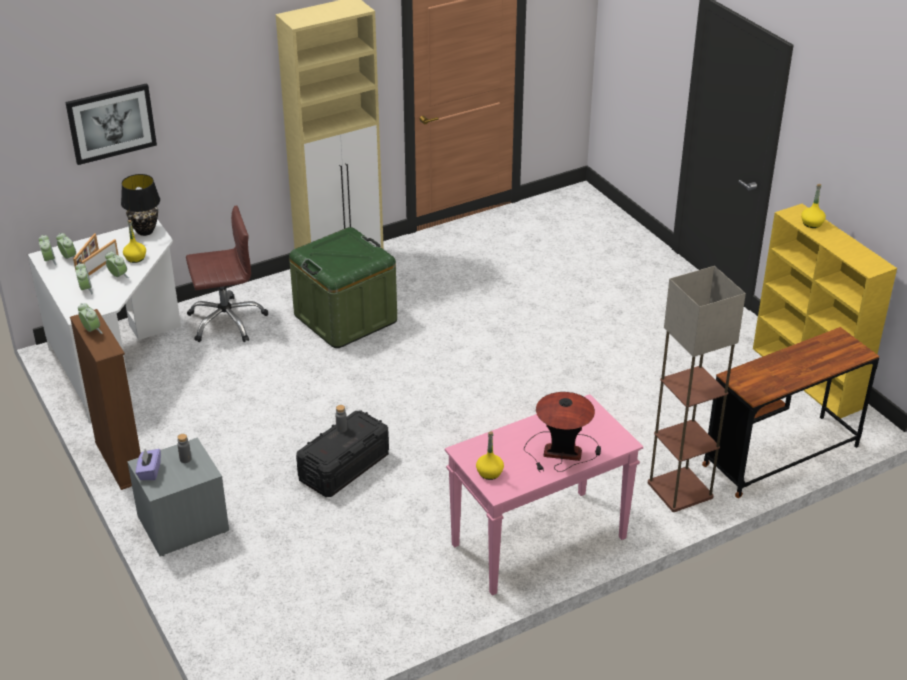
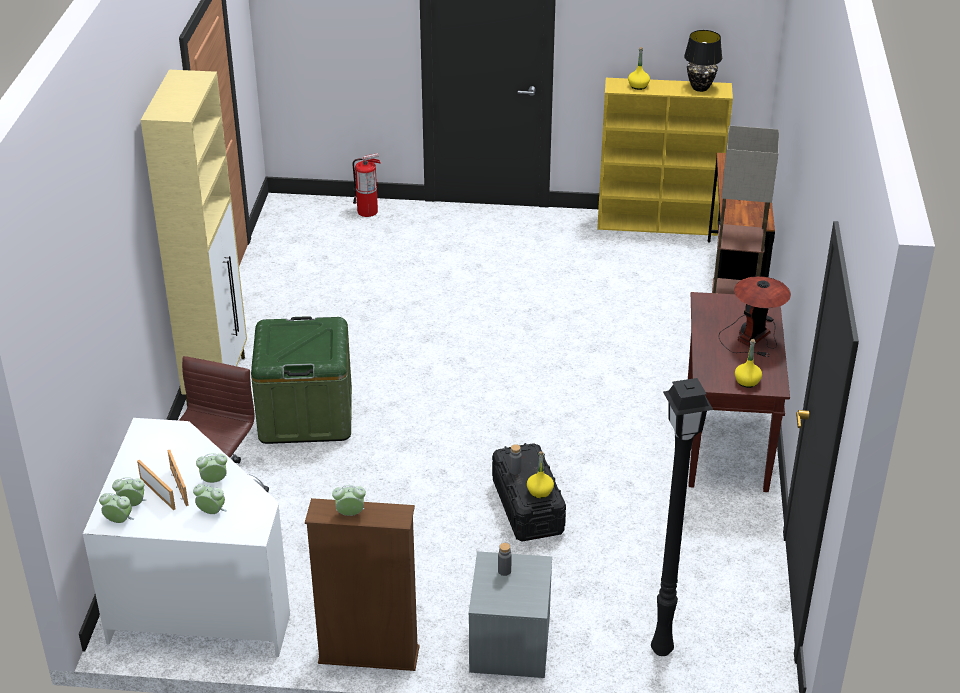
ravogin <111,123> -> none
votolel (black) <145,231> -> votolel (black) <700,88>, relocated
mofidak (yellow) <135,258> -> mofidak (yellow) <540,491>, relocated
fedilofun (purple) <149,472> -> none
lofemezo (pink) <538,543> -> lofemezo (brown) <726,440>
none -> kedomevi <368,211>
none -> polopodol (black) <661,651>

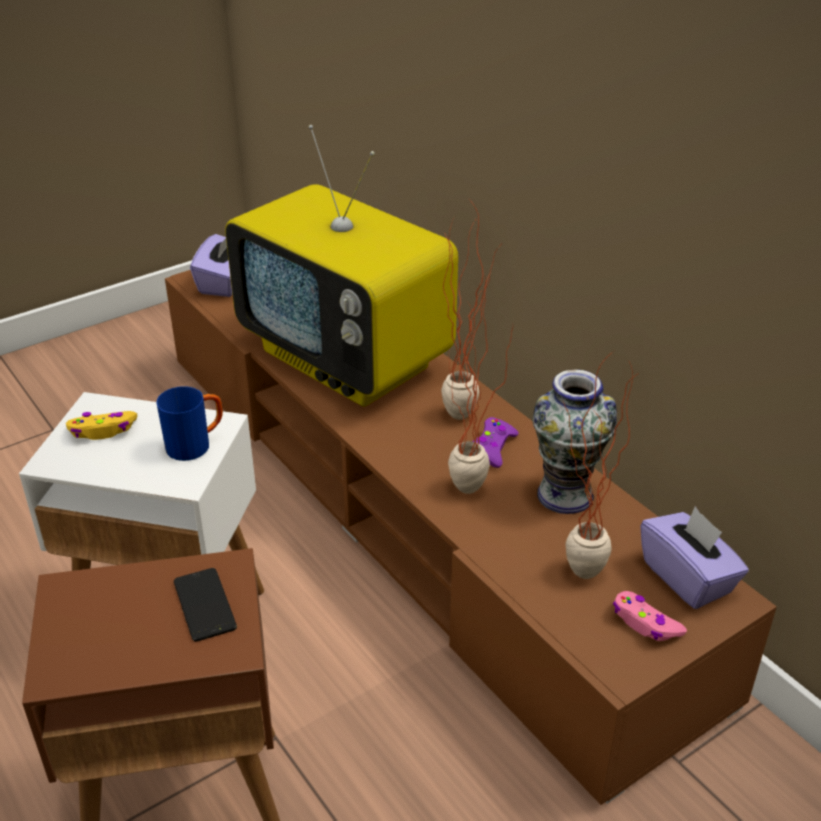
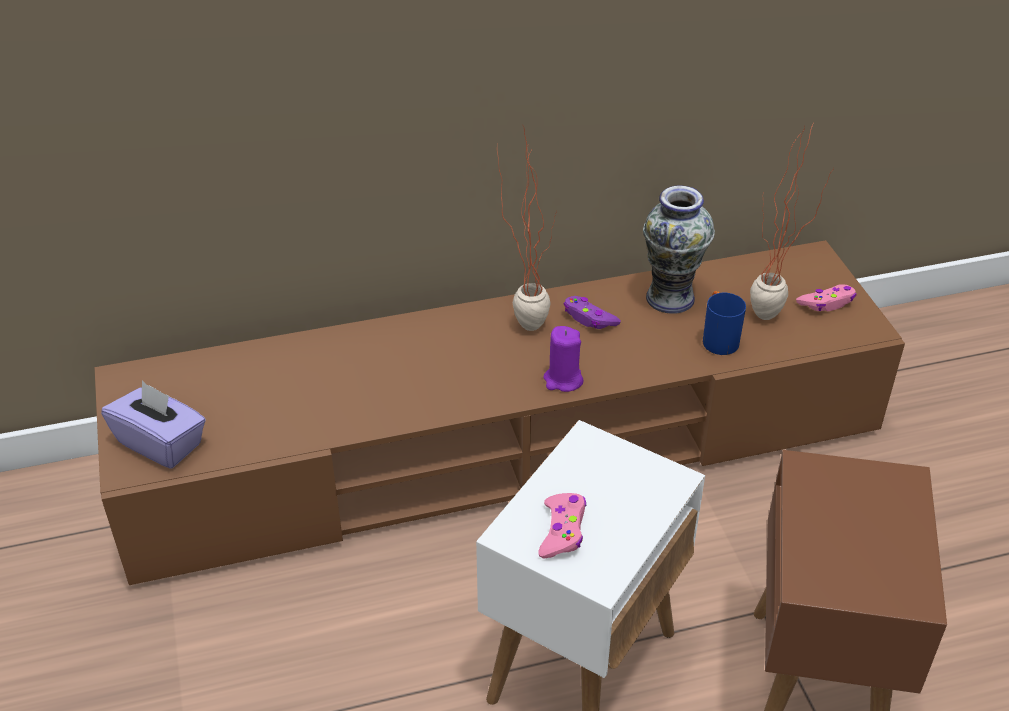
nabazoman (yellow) <103,431> -> nabazoman (pink) <562,531>
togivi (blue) <196,445> -> togivi (blue) <718,338>, relocated
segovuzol <204,605> -> none
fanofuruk <348,360> -> none
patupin <472,496> -> none
fedilofun (purple) <687,577> -> none
none -> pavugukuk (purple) <563,380>

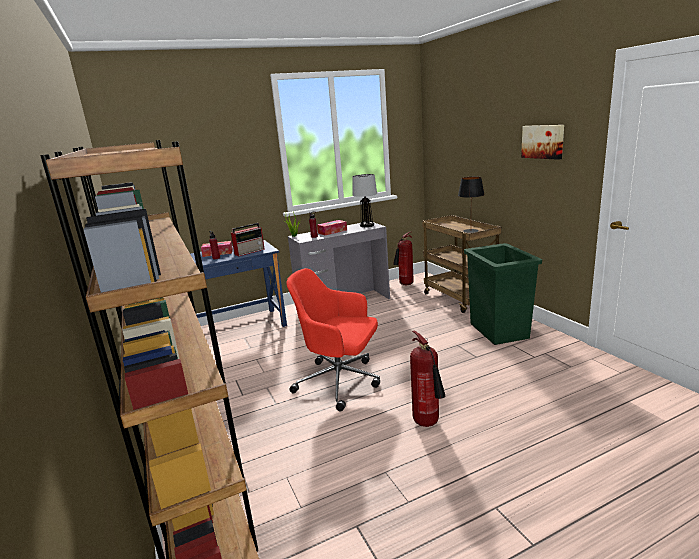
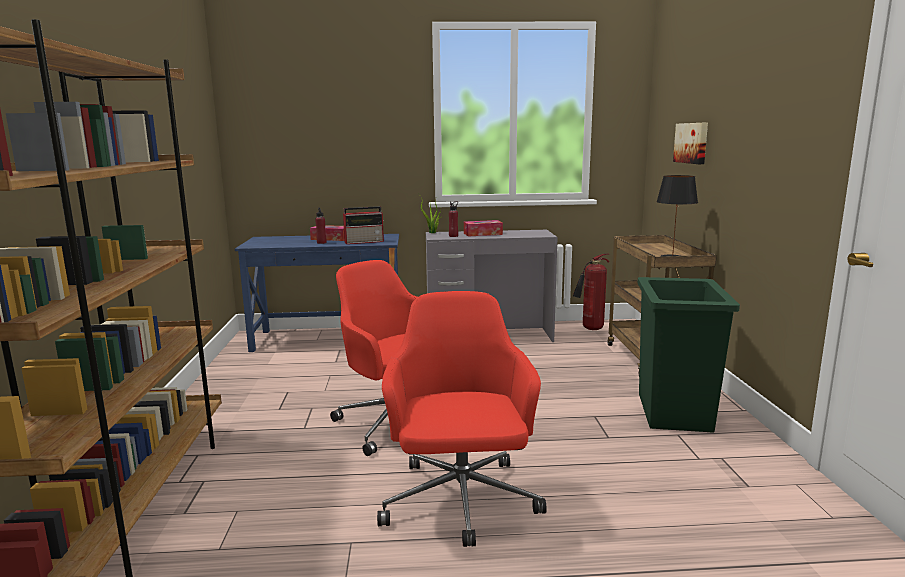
votolel <366,225> -> none
kedomevi <428,424> -> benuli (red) <460,502>
ravogin <543,141> -> ravogin <692,143>, relocated

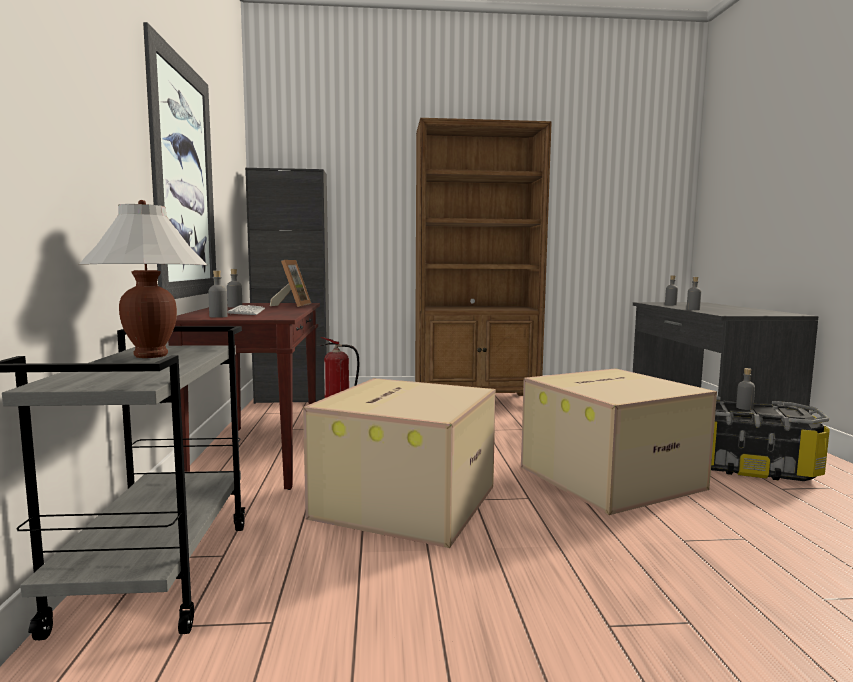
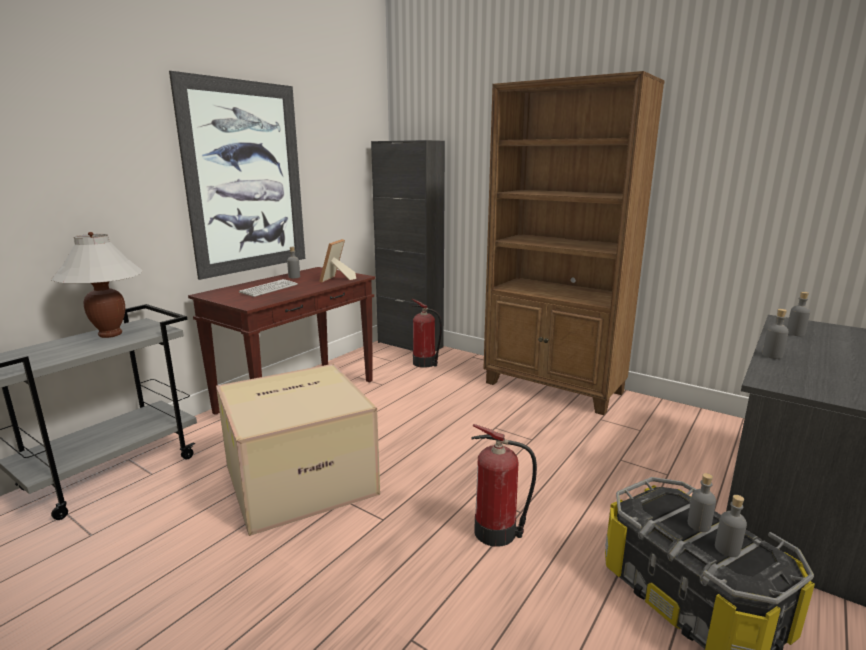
mofidak (grey) <218,316> -> mofidak (grey) <727,549>, relocated
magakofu <292,305> -> magakofu <337,279>, 150 degrees clockwise
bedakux <610,477> -> kedomevi <497,532>

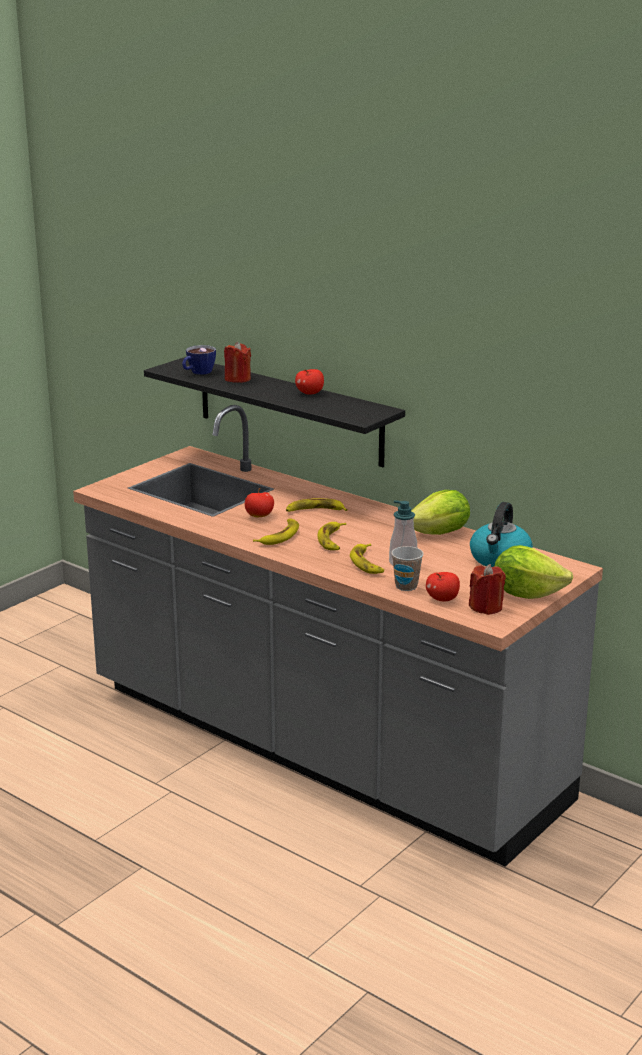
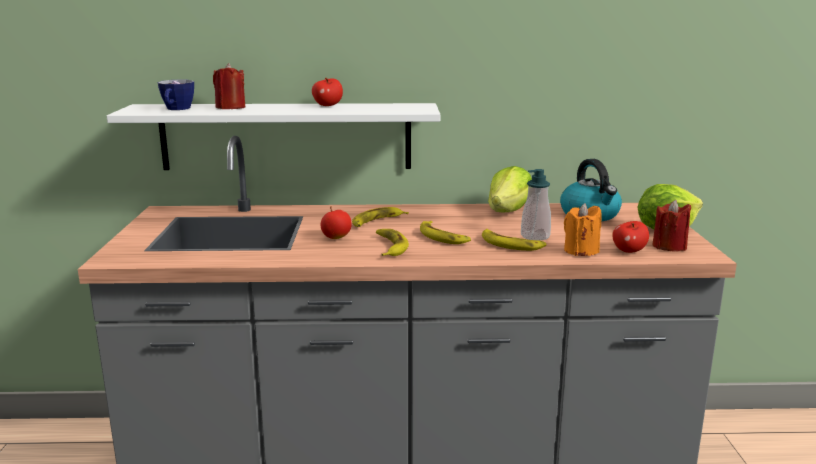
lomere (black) <289,411> -> lomere (white) <286,136>
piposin <406,586> -> pavugukuk (orange) <581,251>

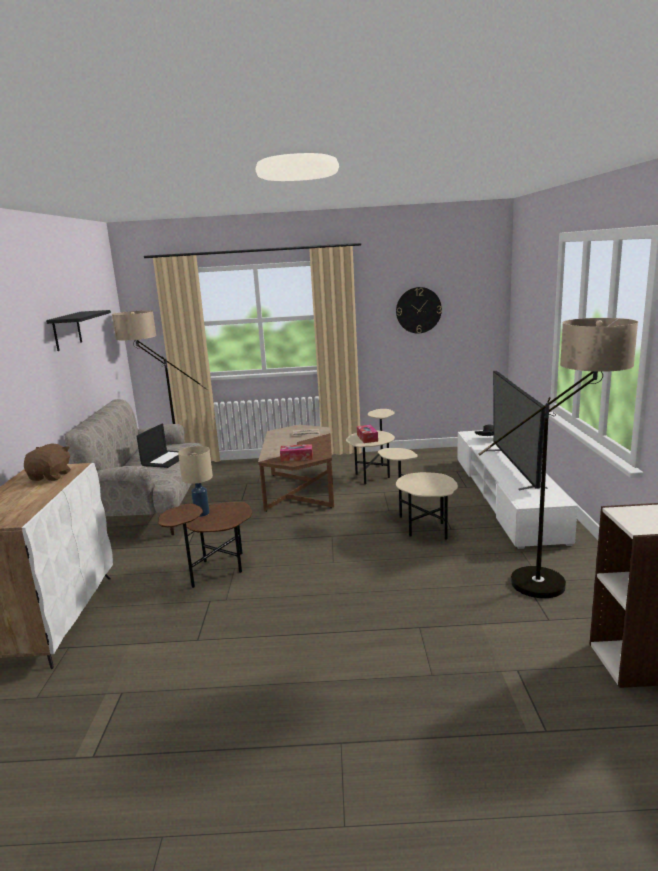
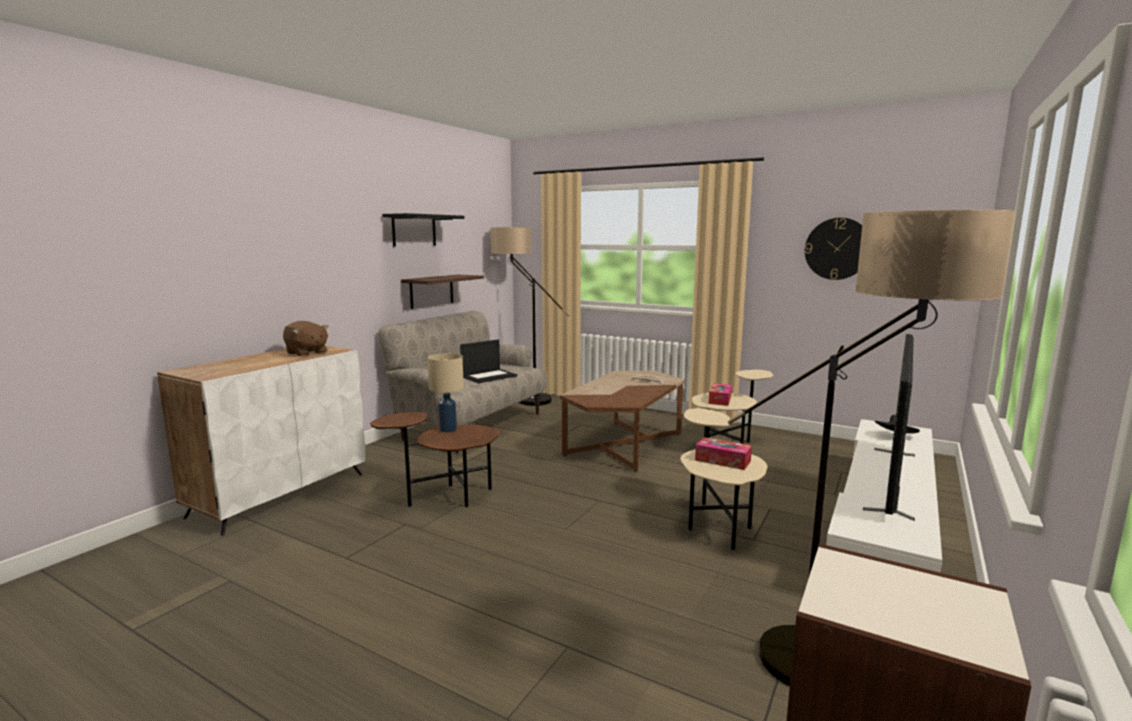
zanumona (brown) <51,476> -> zanumona (brown) <306,353>, 90 degrees clockwise
fedilofun <296,457> -> fedilofun <722,460>, relocated
none -> lomere <431,291>

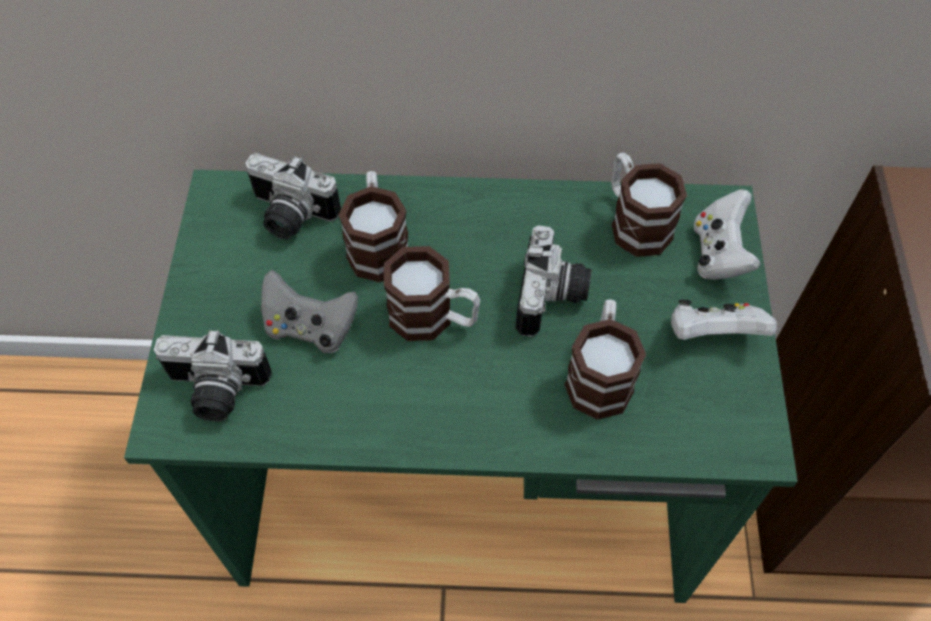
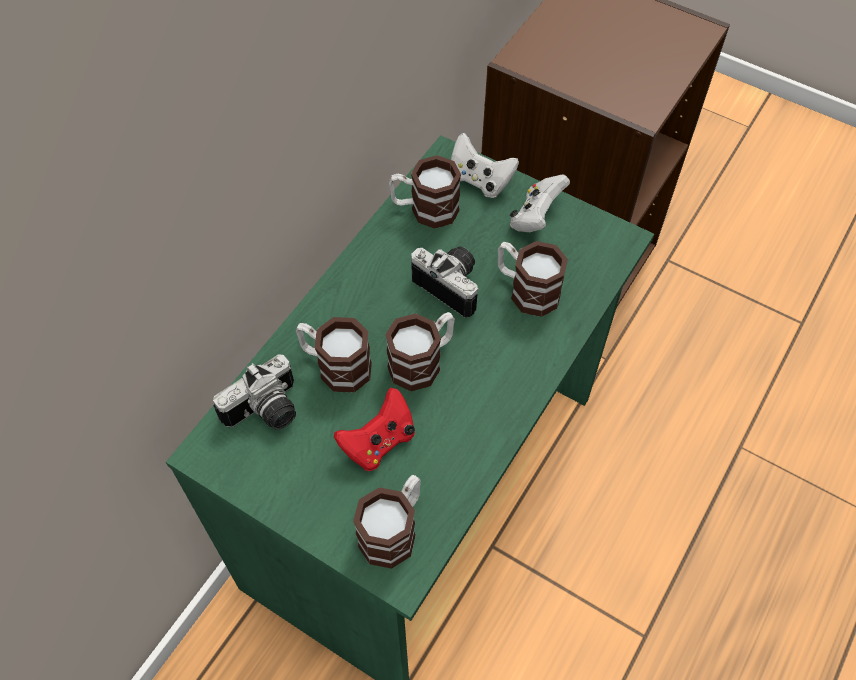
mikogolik <215,392> -> togivi <394,529>
nabazoman (grey) <310,327> -> nabazoman (red) <379,442>

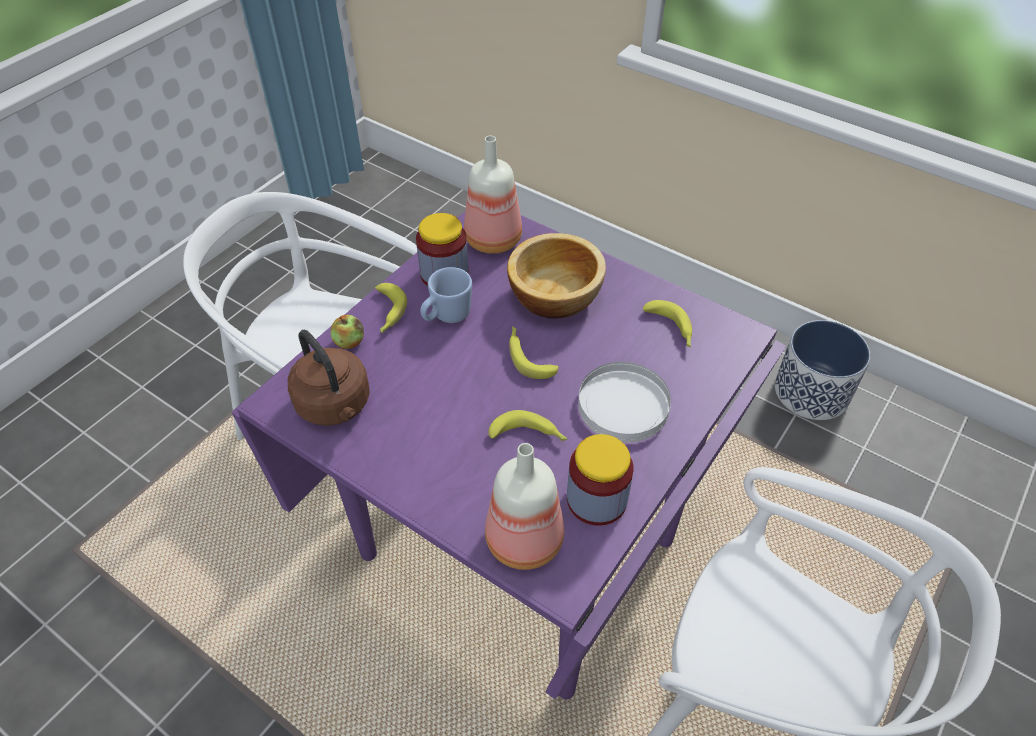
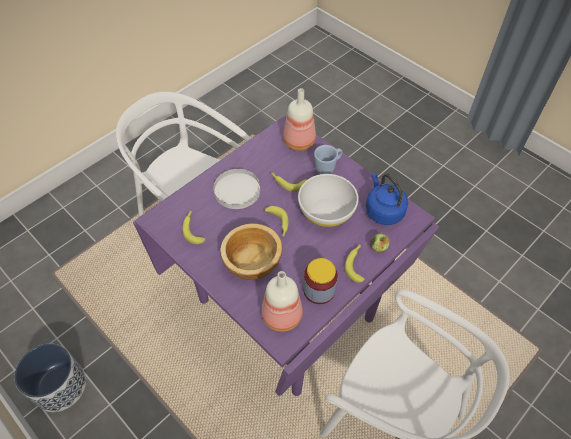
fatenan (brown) <335,406> -> fatenan (blue) <383,210>
togivi (blue) <446,316> -> togivi (blue) <328,167>, relocated
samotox <596,499> -> none
none -> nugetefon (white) <326,212>

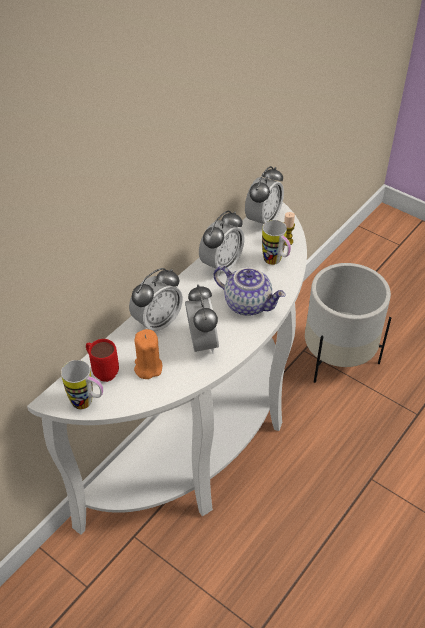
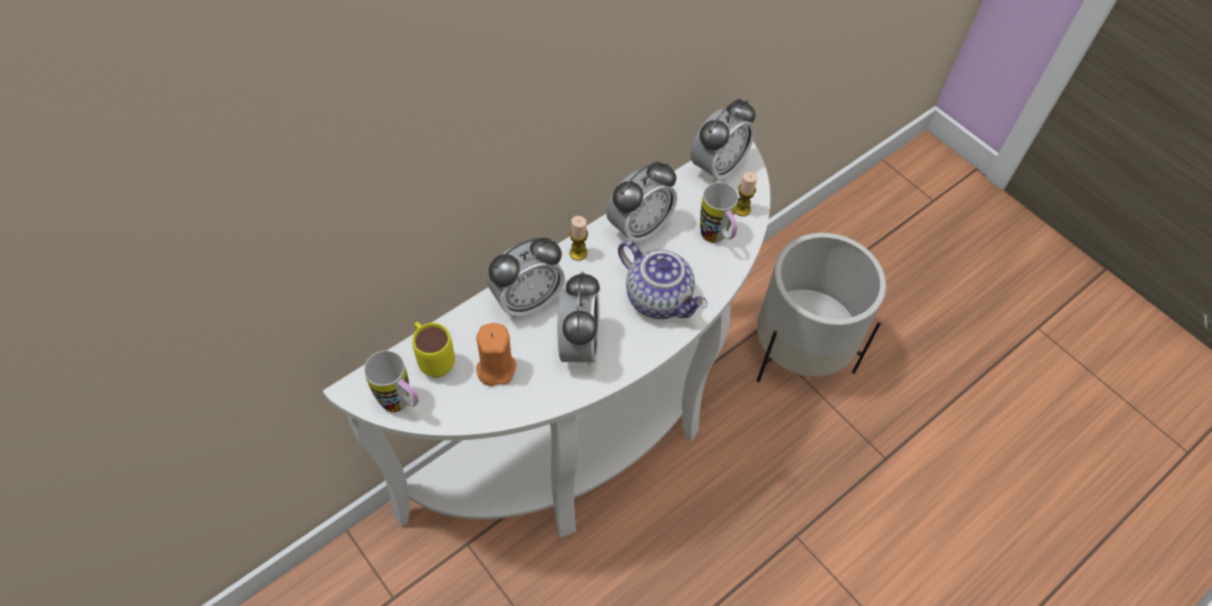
togivi (red) <102,371> -> togivi (yellow) <433,360>
none -> pavugukuk <578,253>

